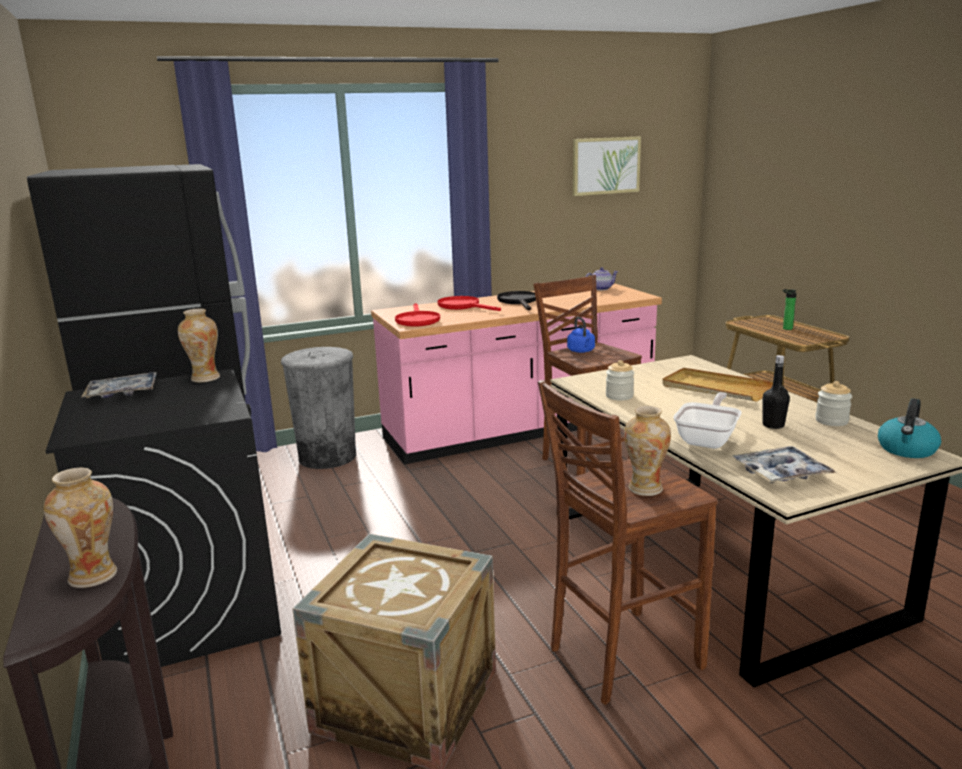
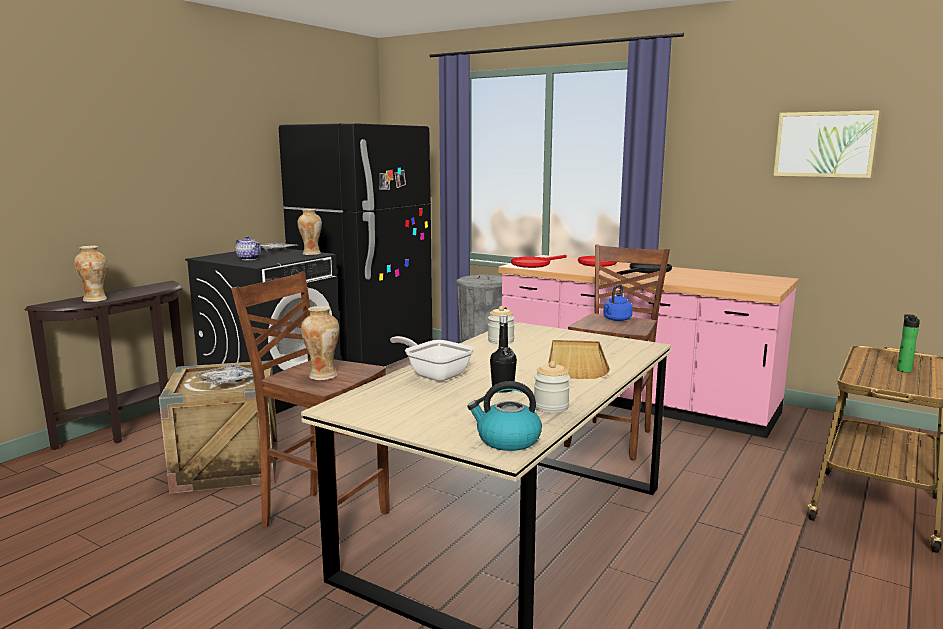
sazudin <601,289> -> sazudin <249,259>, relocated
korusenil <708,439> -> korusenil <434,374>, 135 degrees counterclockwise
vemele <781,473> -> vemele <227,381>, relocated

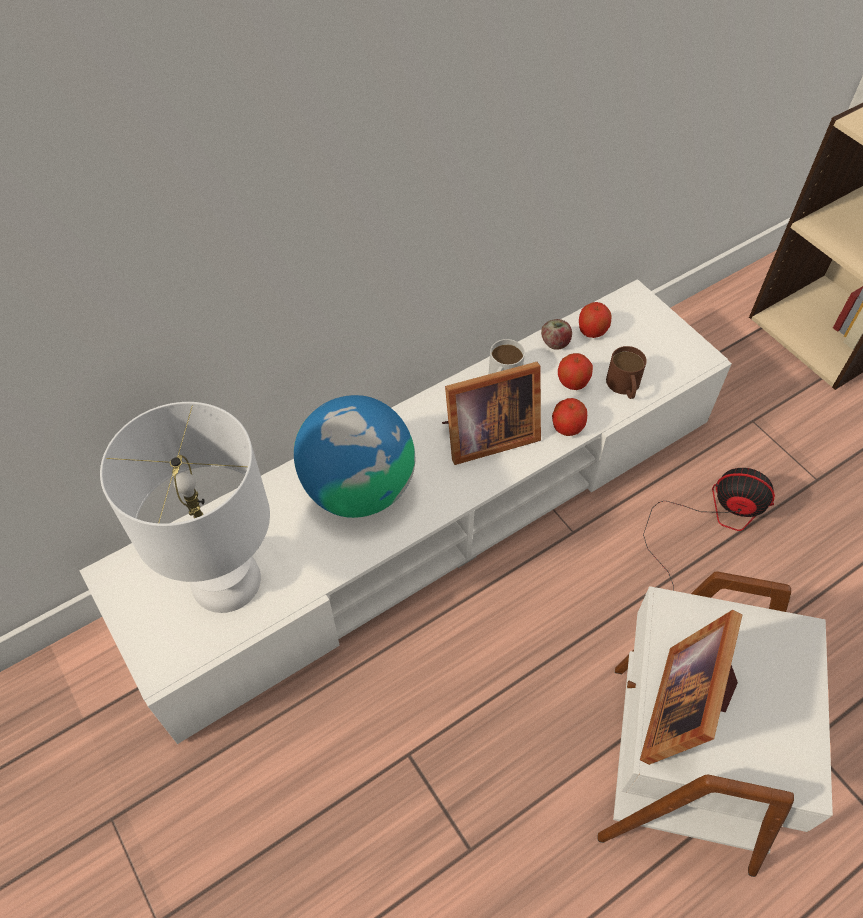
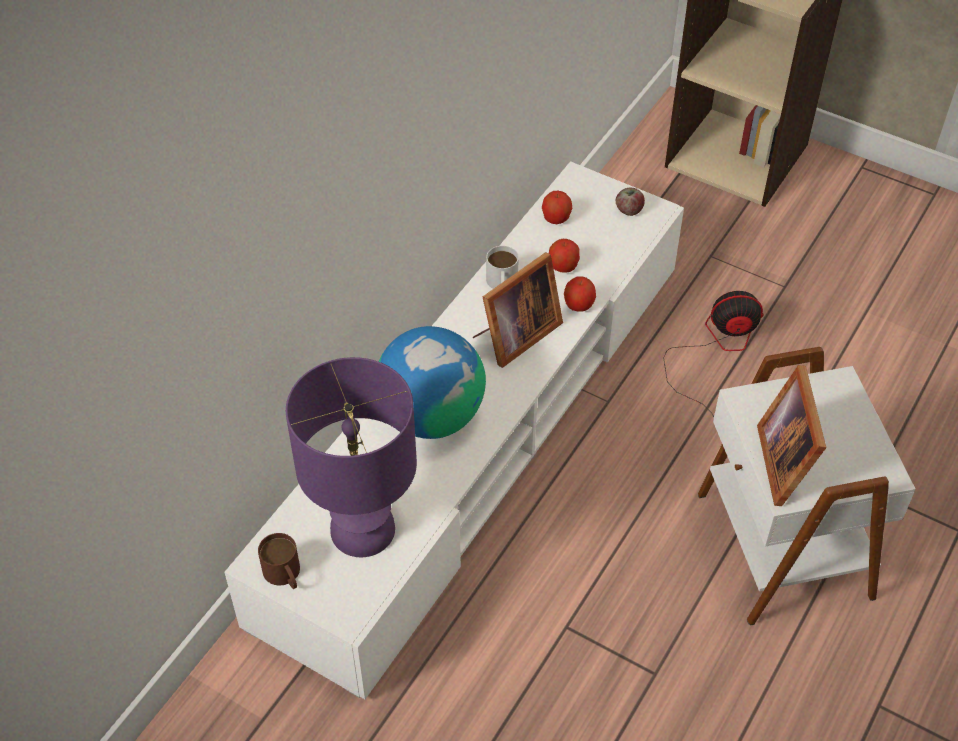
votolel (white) <228,580> -> votolel (purple) <364,528>
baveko <555,343> -> baveko <629,210>, relocated
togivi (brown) <624,387> -> togivi (brown) <284,575>, relocated

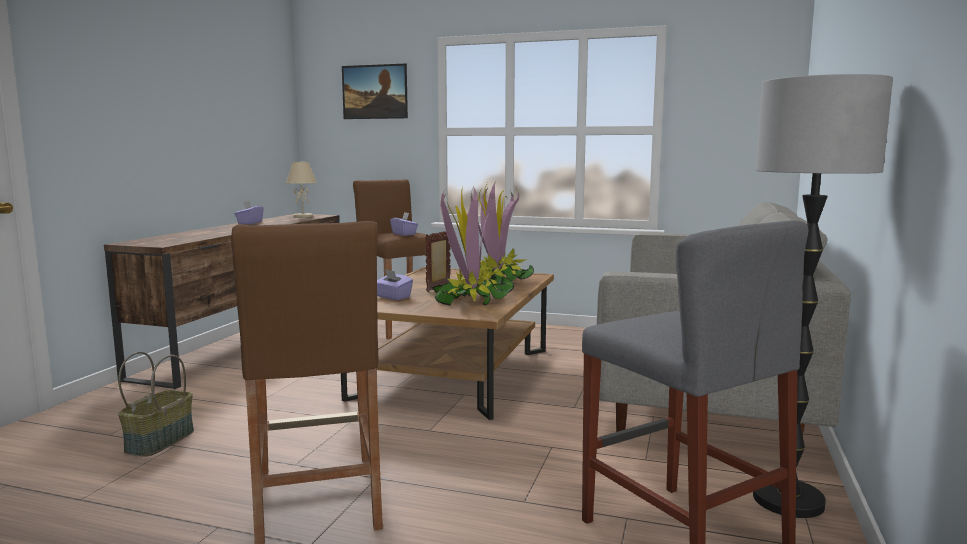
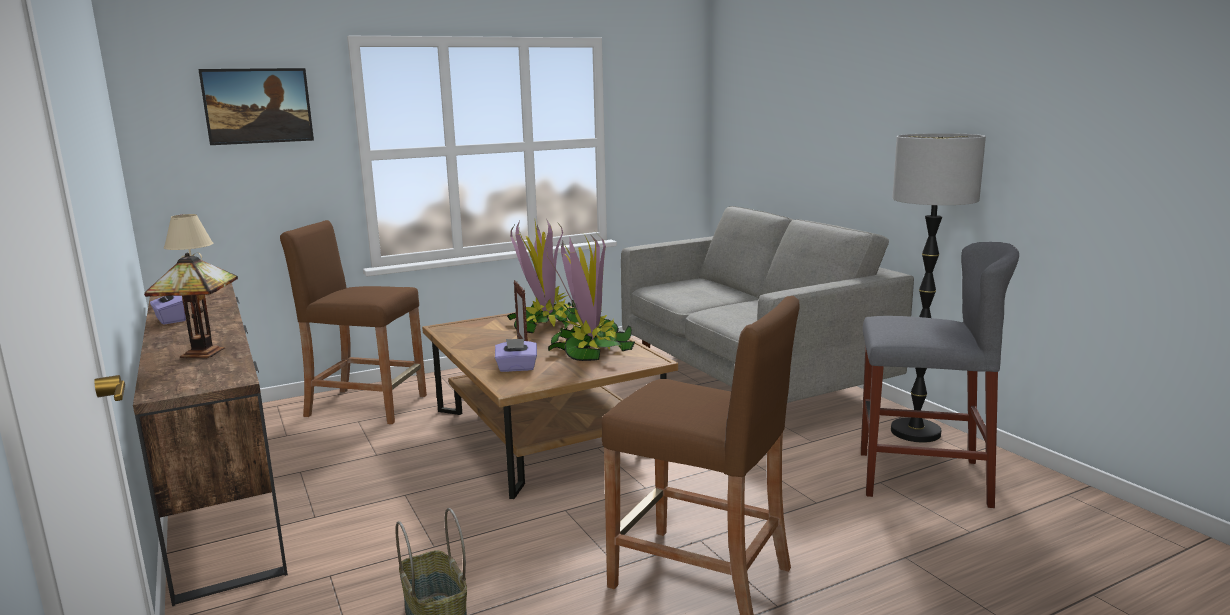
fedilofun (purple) <404,234> -> none
none -> votolel <206,352>

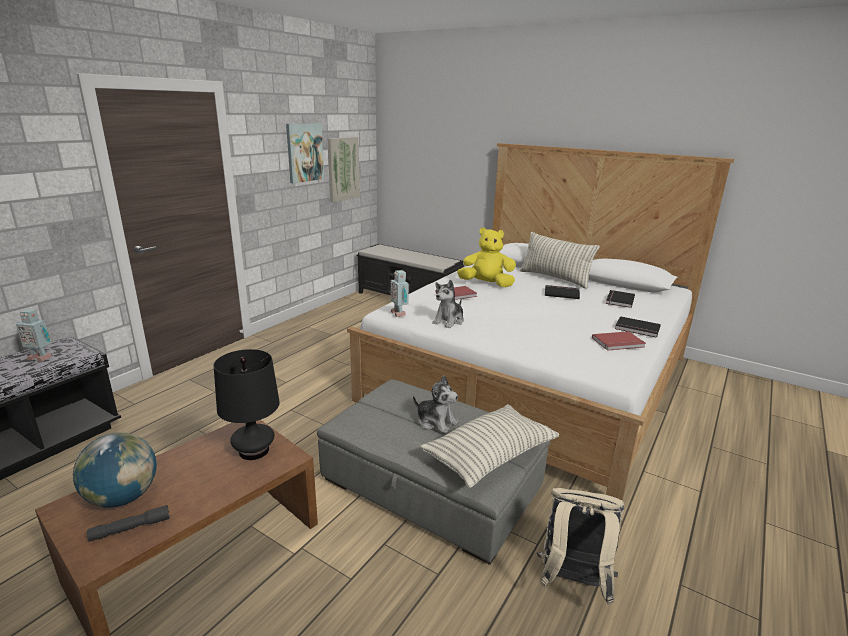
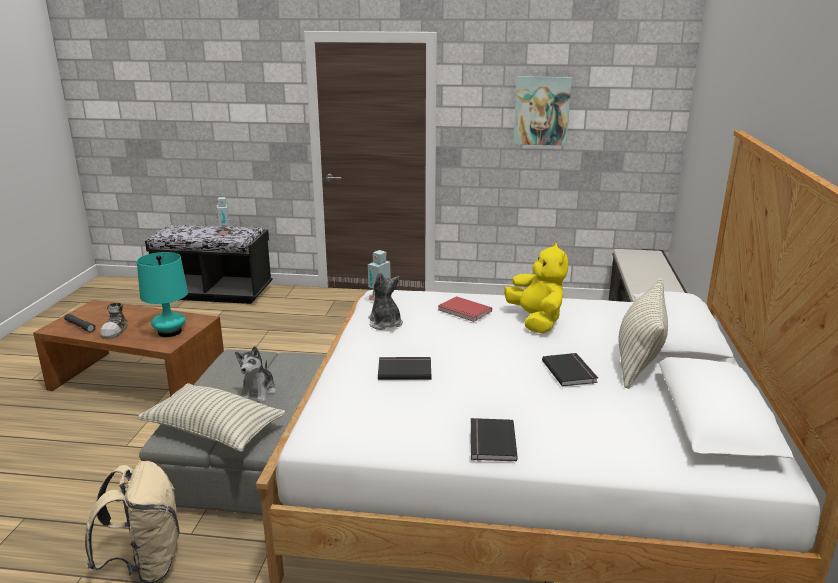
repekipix <123,497> -> none
votolel (black) <254,451> -> votolel (turquoise) <170,332>
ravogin <343,169> -> none
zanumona <449,321> -> zanumona <385,323>, 60 degrees clockwise
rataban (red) <619,343> -> none
rataban (black) <618,300> -> rataban (black) <404,370>, relocated
none -> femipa <116,331>

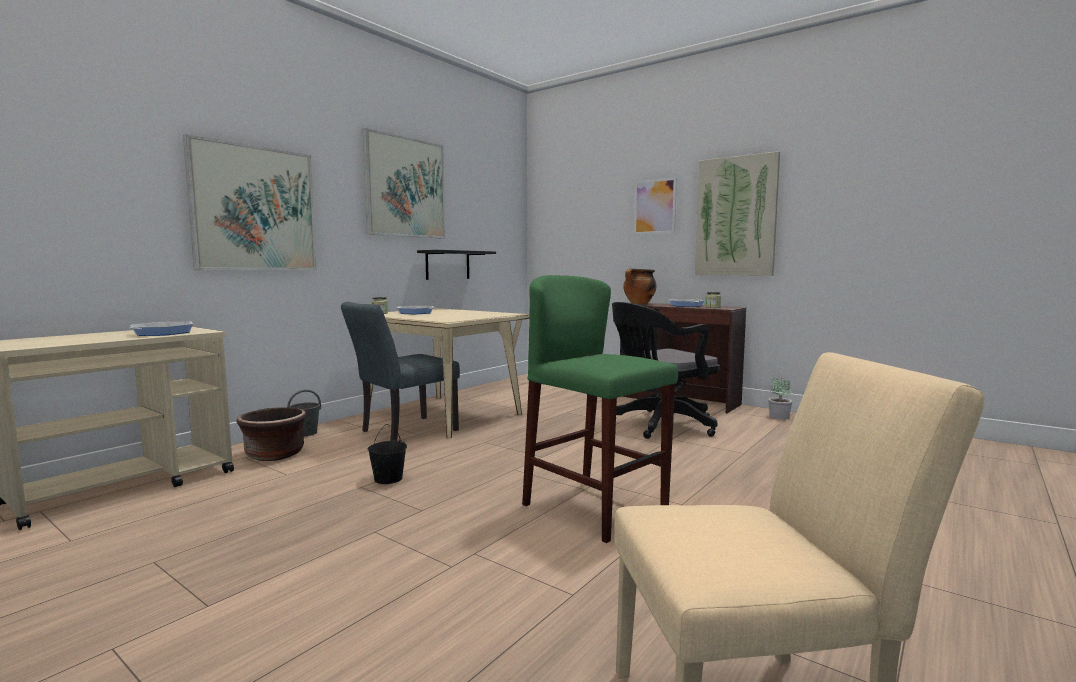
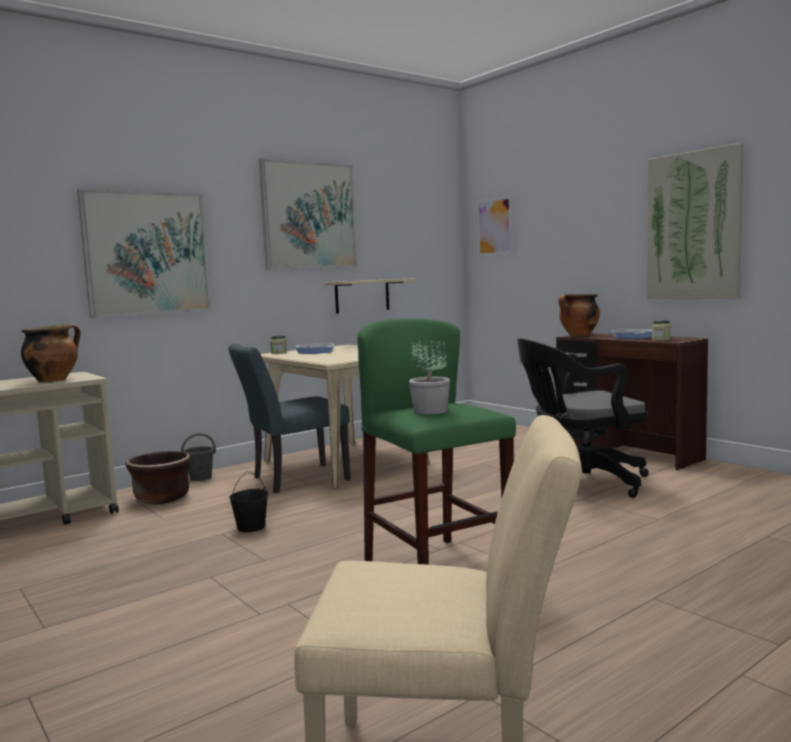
korusenil <162,333> -> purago <53,380>
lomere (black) <447,265> -> lomere (beige) <362,296>
ravogin <654,206> -> ravogin <495,227>, relocated
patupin <778,416> -> patupin <430,411>, relocated

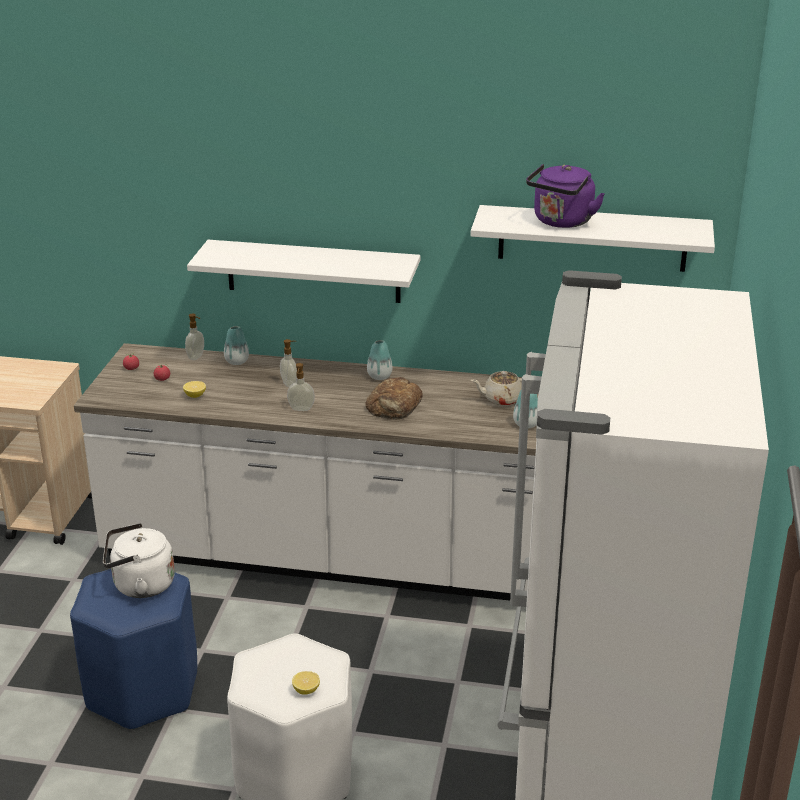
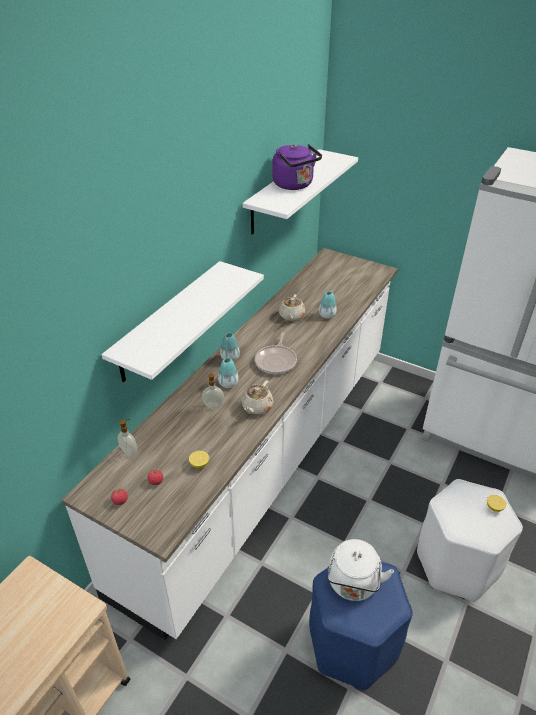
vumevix <237,361> -> vumevix <228,384>, relocated
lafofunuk <301,409> -> sazudin (beige) <257,407>
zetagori <394,406> -> korusenil <276,361>

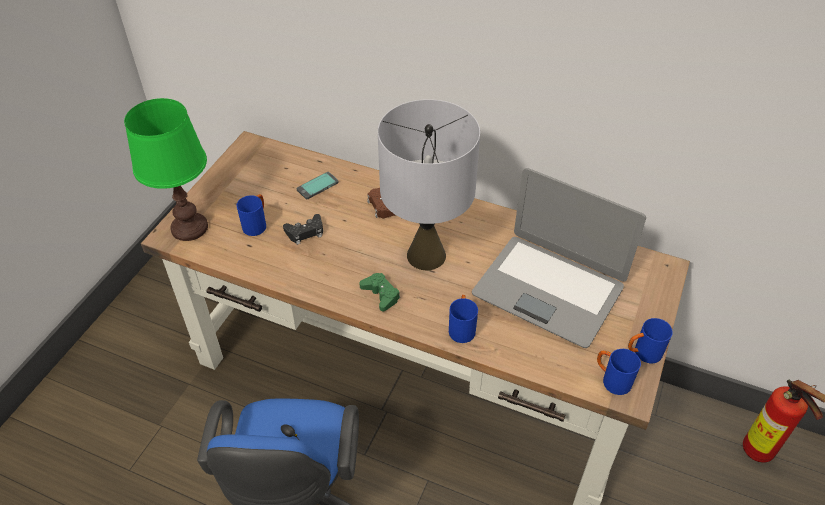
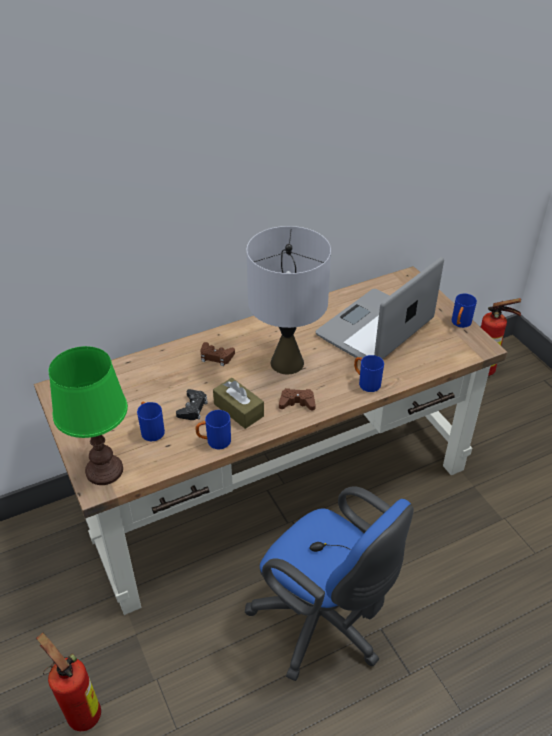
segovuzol <317,186> -> none
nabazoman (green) <381,294> -> nabazoman (brown) <297,403>
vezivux <549,289> -> vezivux <375,329>, 150 degrees clockwise
togivi (blue) <611,380> -> togivi (blue) <214,441>, relocated
none -> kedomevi <81,712>
none -> fedilofun (brown) <238,410>

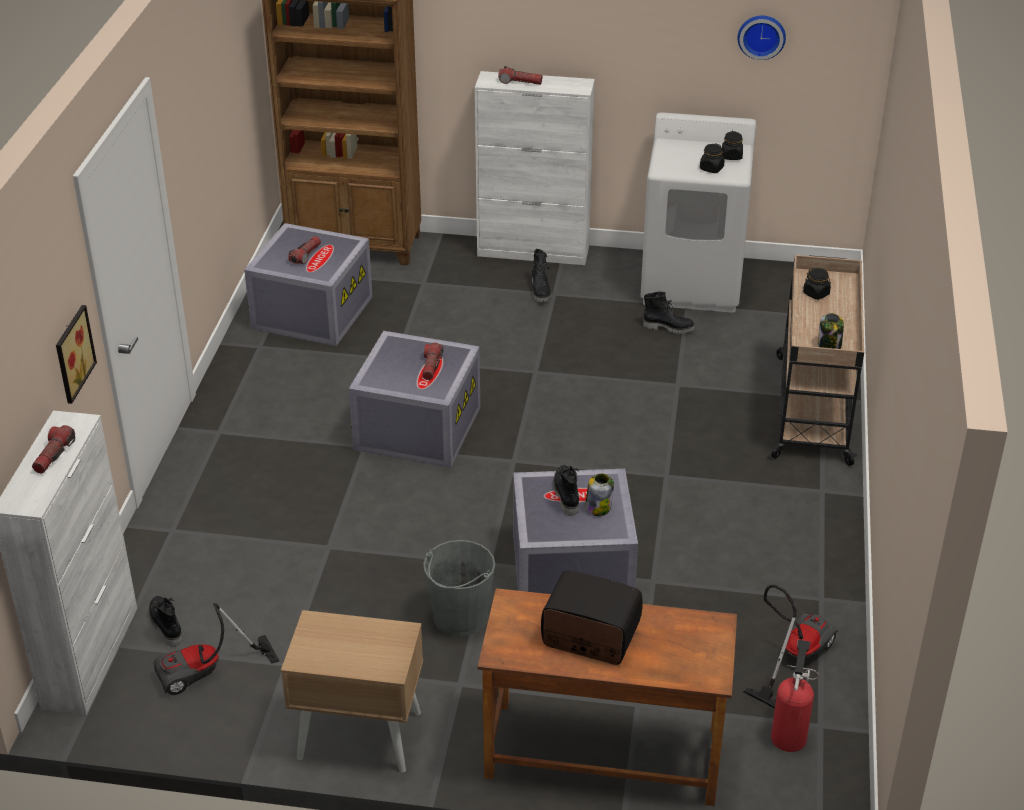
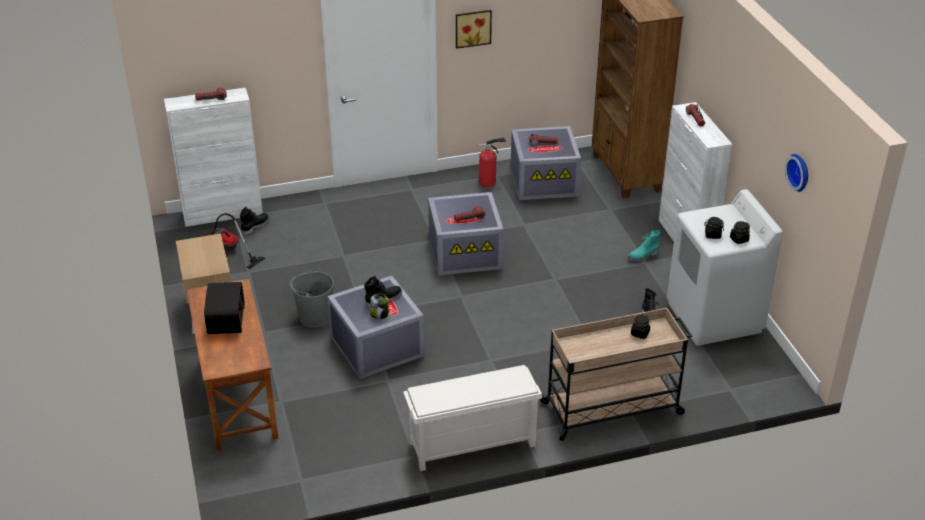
ravogin <71,353> -> ravogin <472,28>, relocated
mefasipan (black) <541,291> -> mefasipan (turquoise) <643,256>
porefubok <793,658> -> none
kedomevi <789,735> -> kedomevi <489,182>, relocated
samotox <829,345> -> none
none -> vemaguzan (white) <471,445>

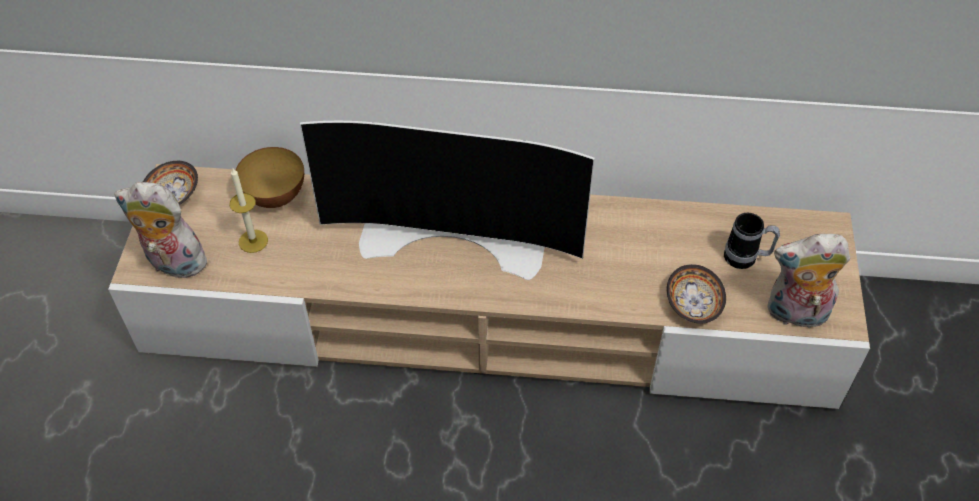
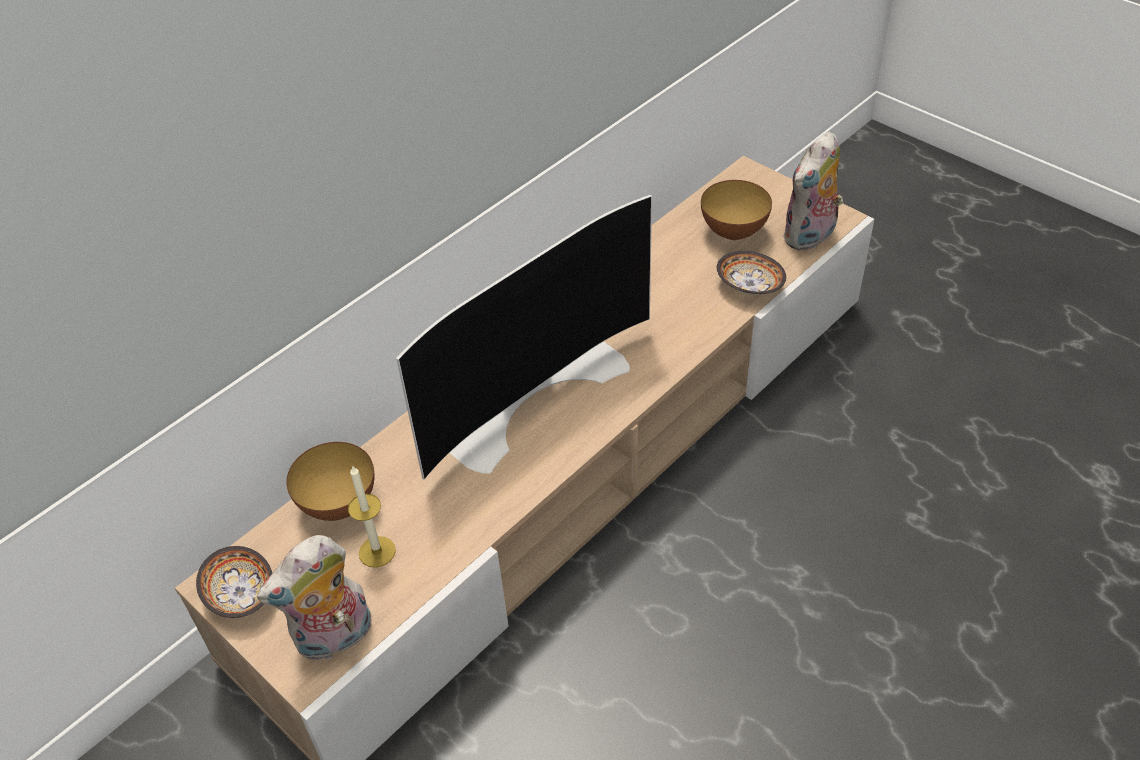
togivi <746,259> -> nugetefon <733,232>

